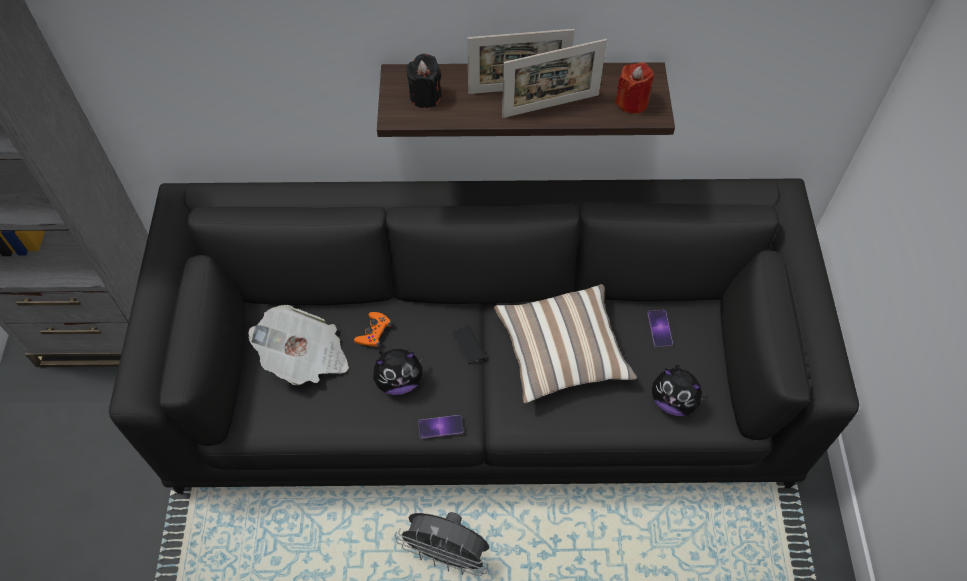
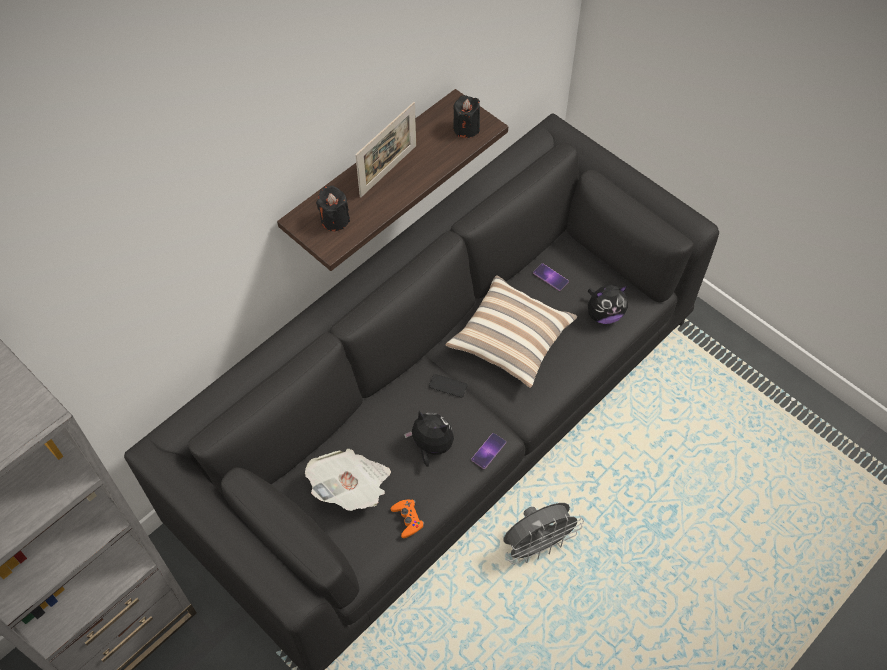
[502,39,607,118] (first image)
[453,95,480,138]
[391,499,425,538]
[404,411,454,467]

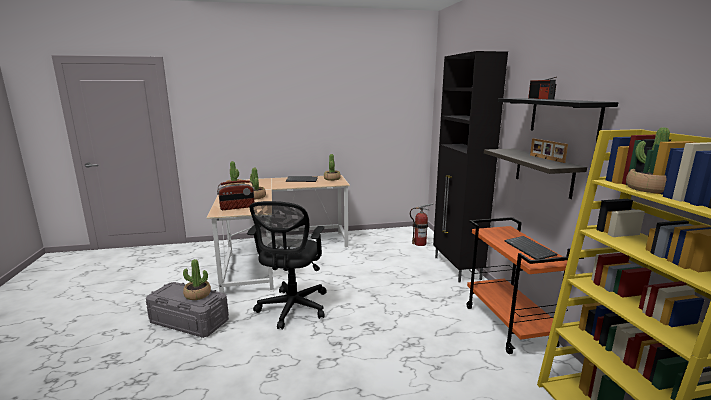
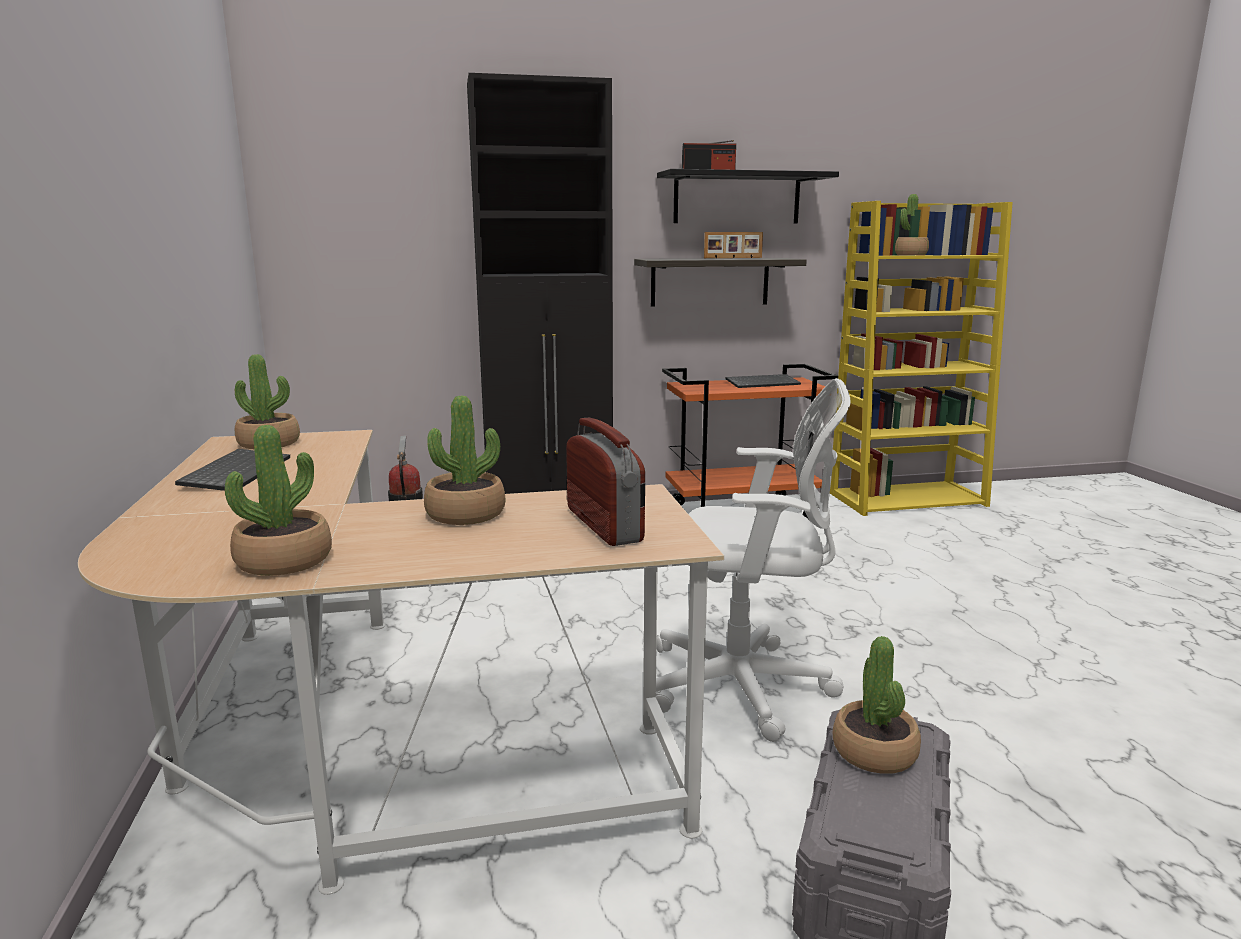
[656,378,851,742]

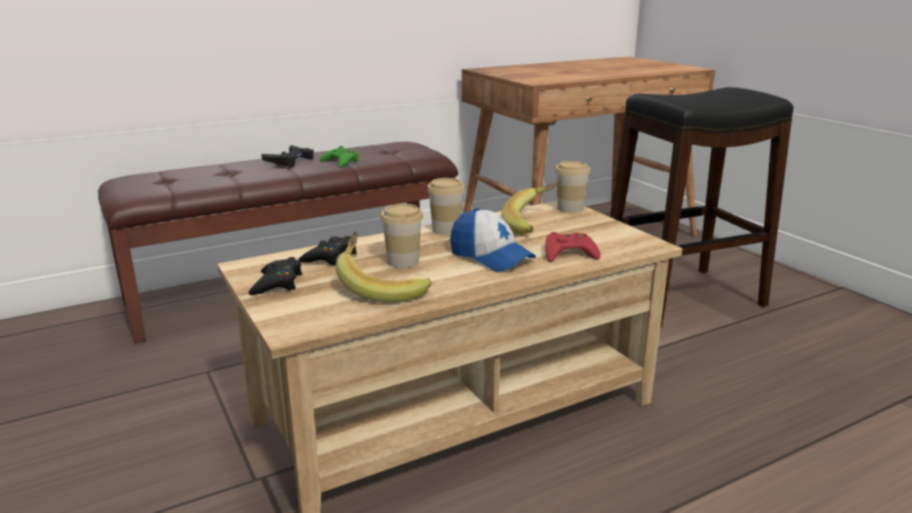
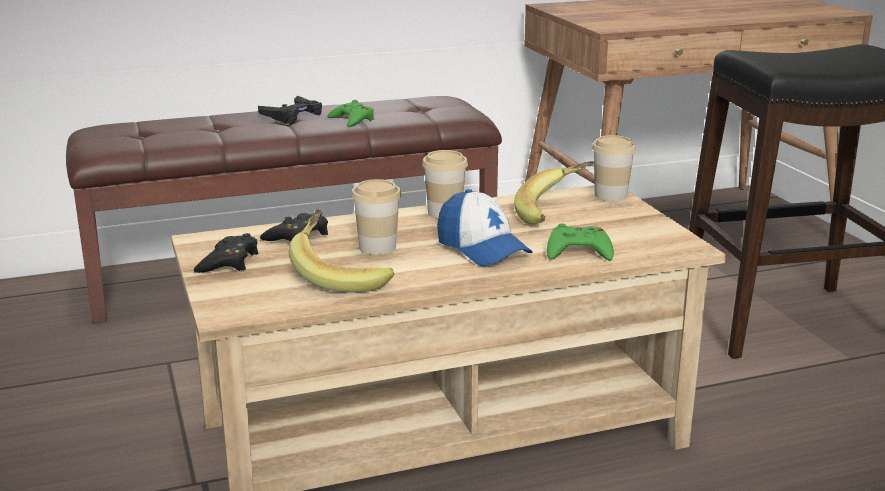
[547,223,614,261]

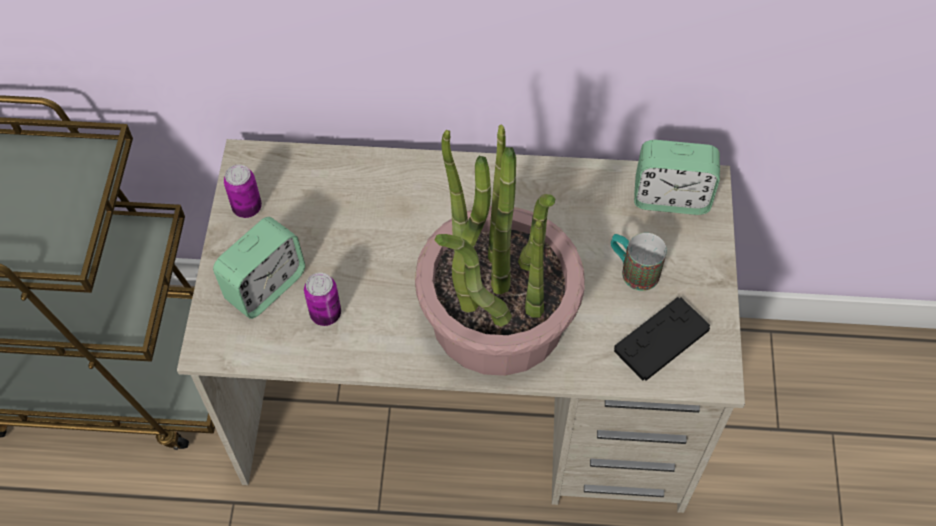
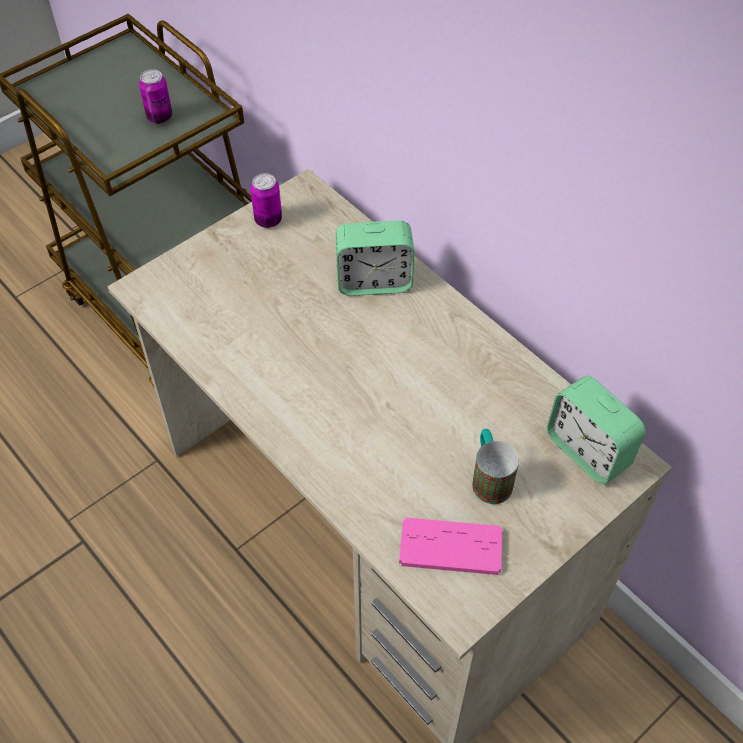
[415,125,585,376] (first image)
[335,220,414,296]
[139,69,172,124]
[399,518,502,575]

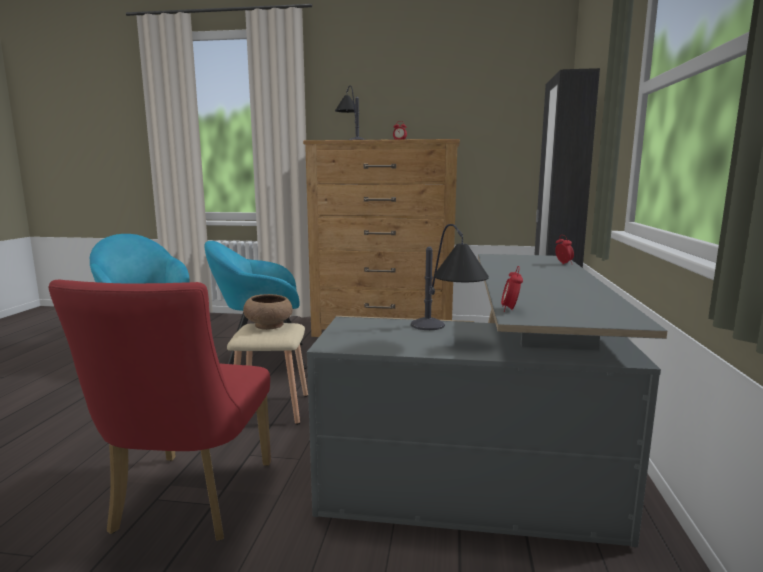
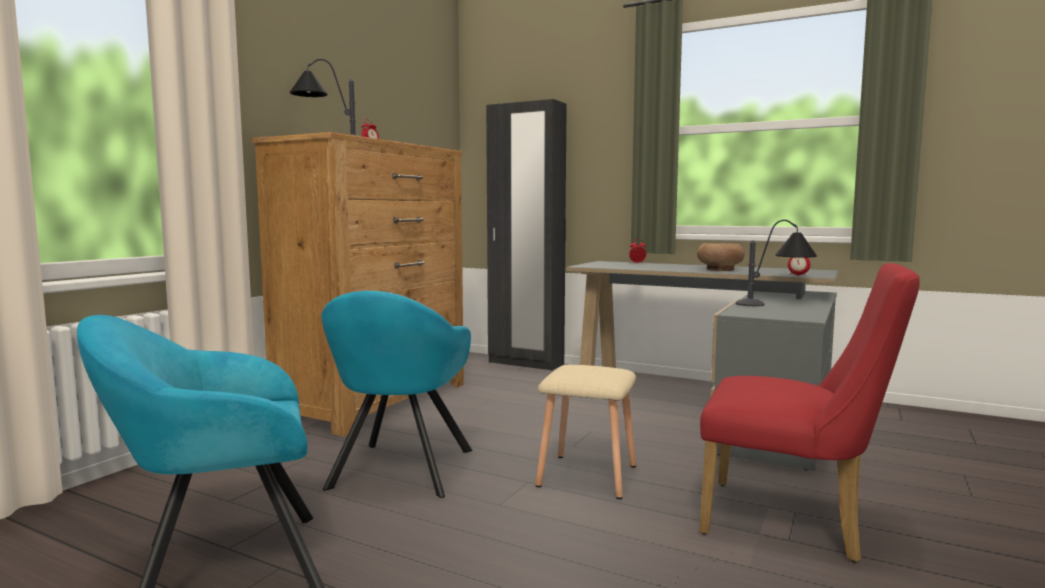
[697,243,745,271]

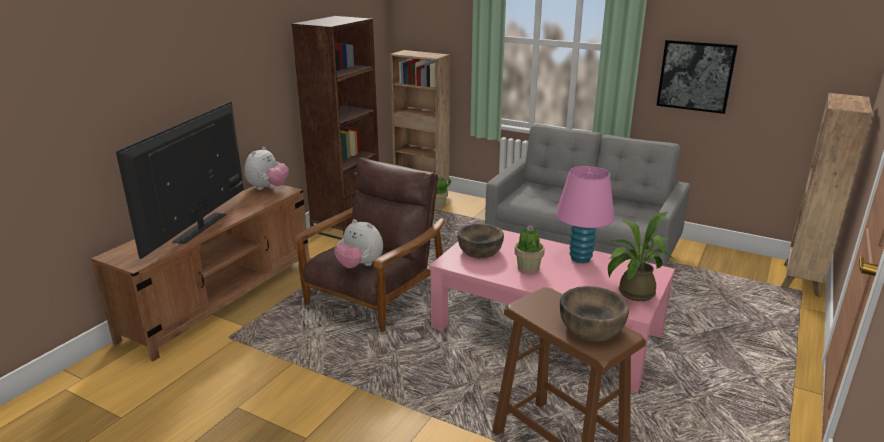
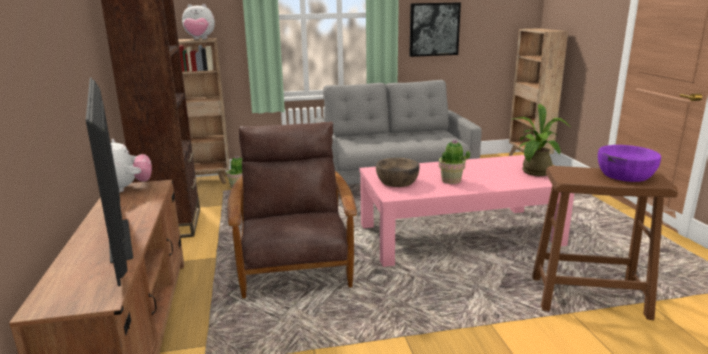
[556,166,615,263] (first image)
[182,4,215,39]
[598,145,661,182]

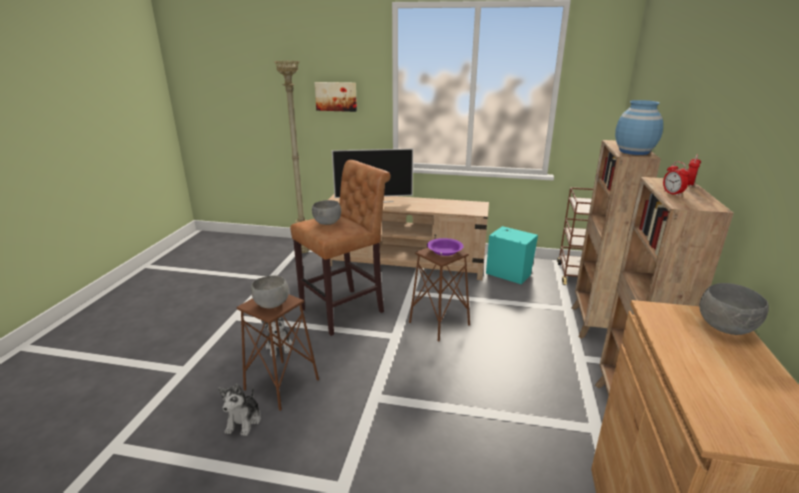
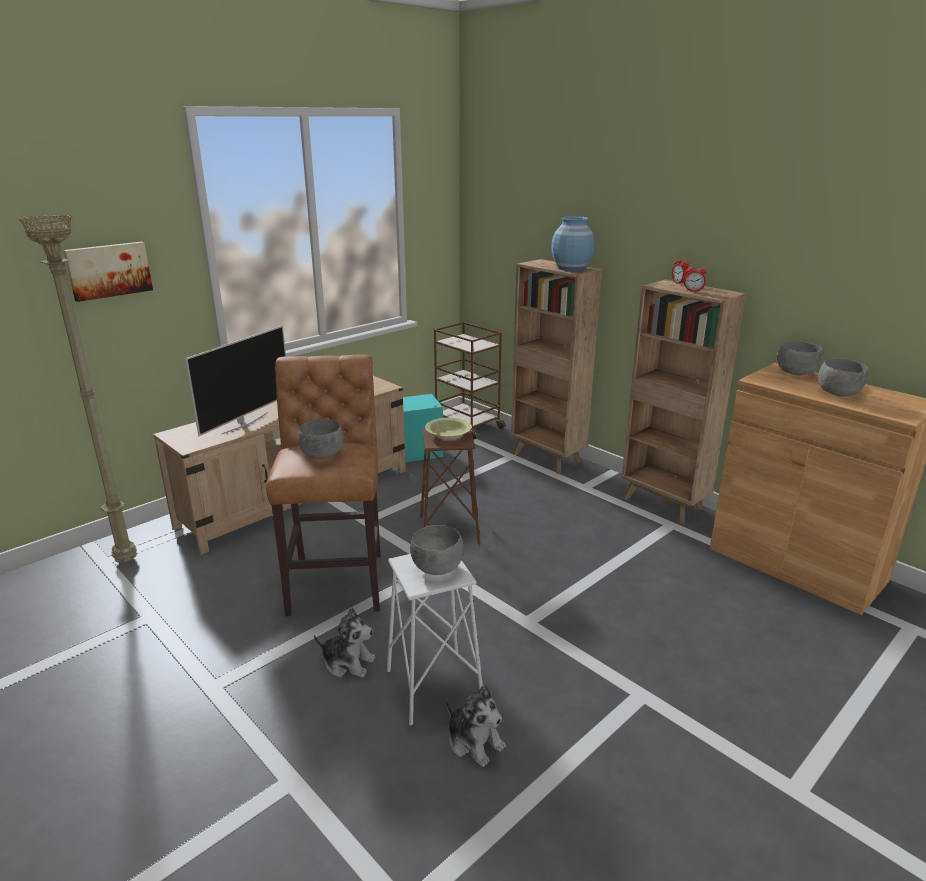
[425,418,472,440]
[387,554,483,726]
[818,358,869,397]

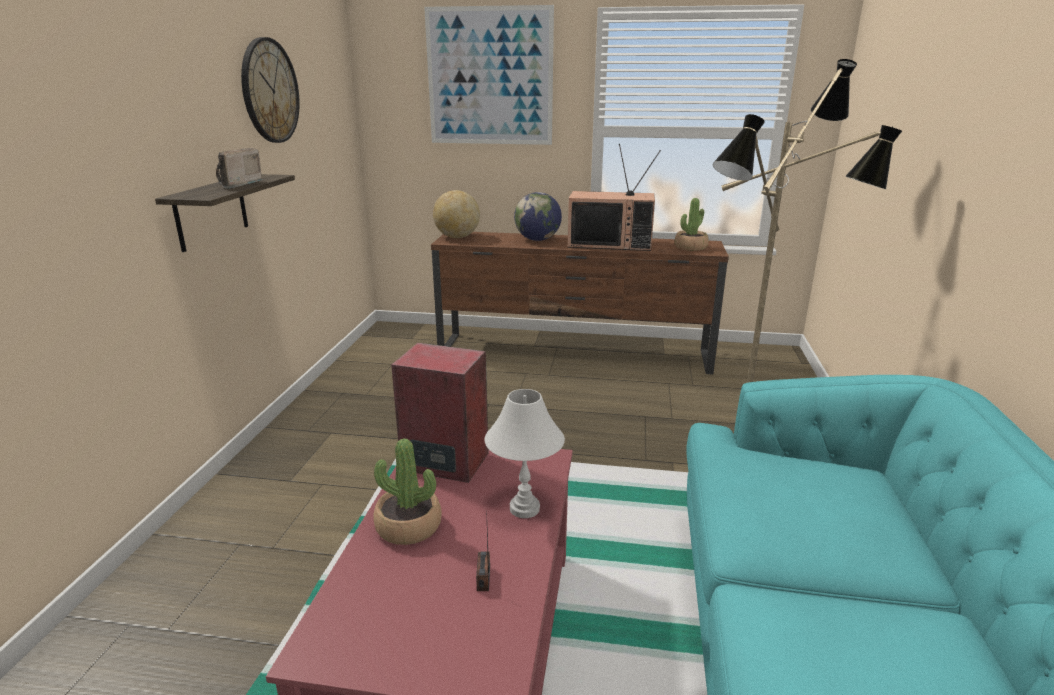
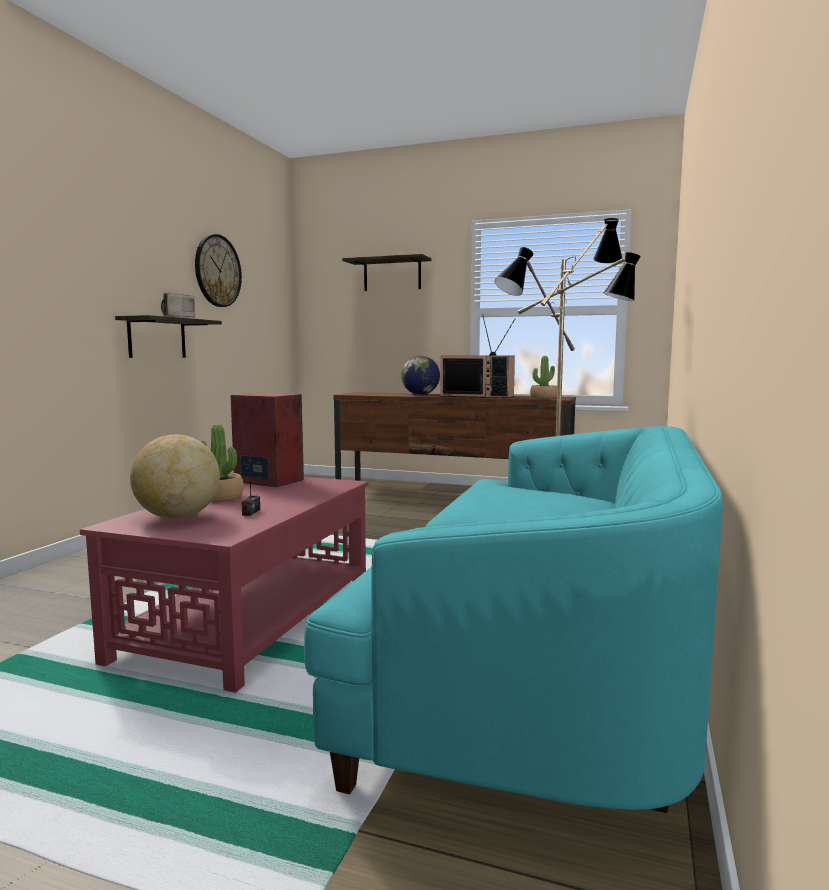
[342,254,432,291]
[130,435,220,519]
[485,389,565,518] (first image)

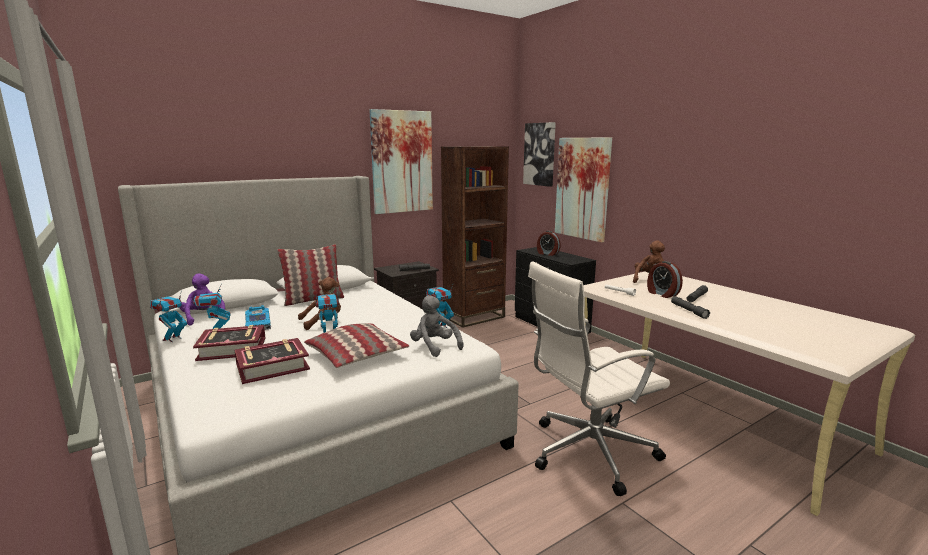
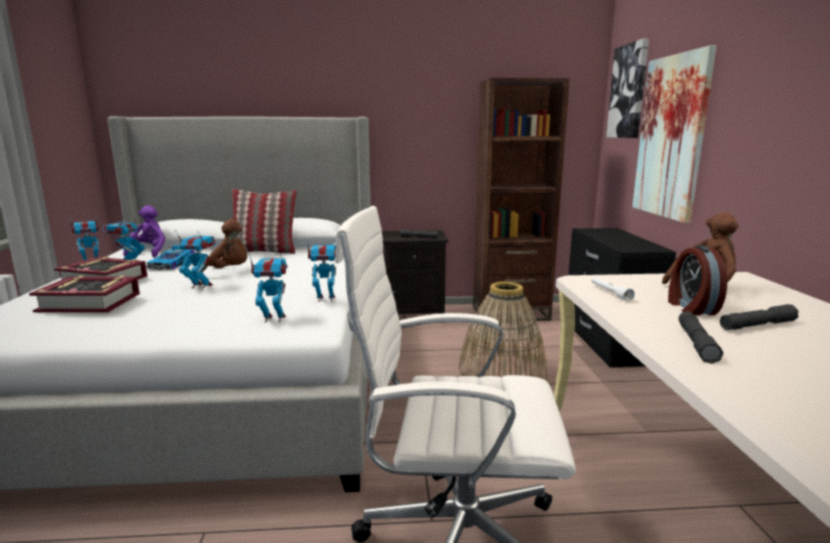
[370,109,433,214] (first image)
[537,231,561,256] (first image)
[249,253,288,323]
[304,323,409,368] (first image)
[459,282,547,380]

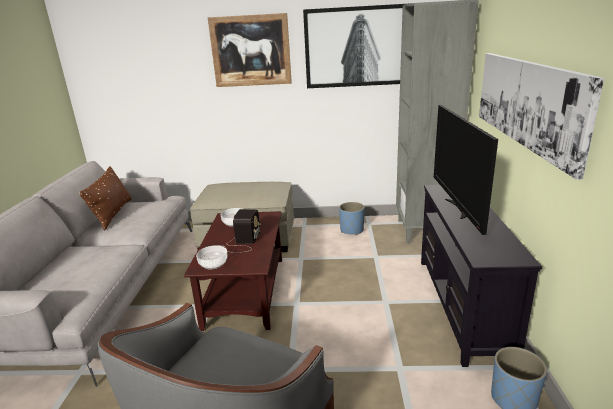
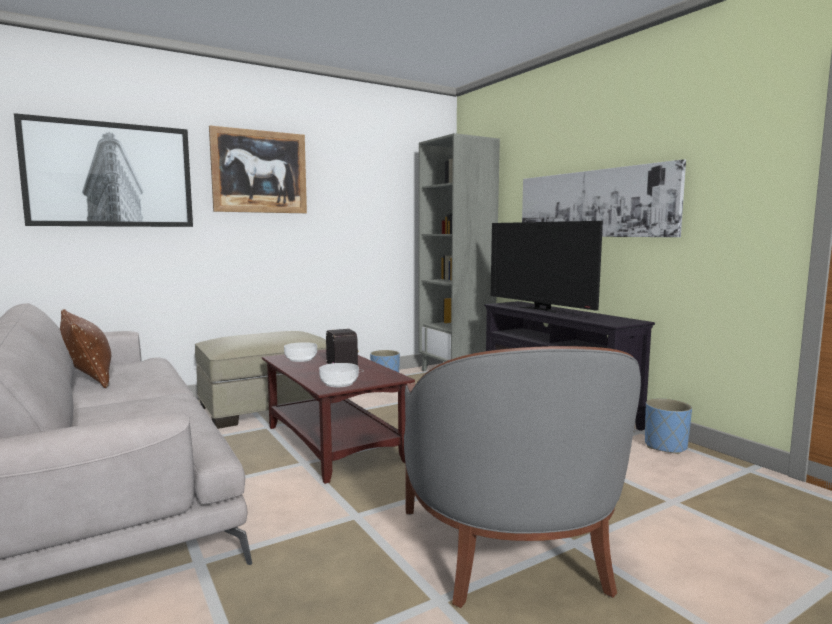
[14,113,193,227]

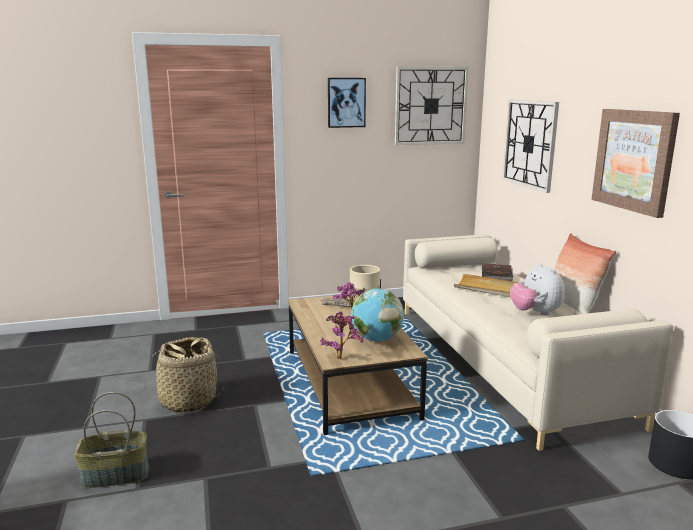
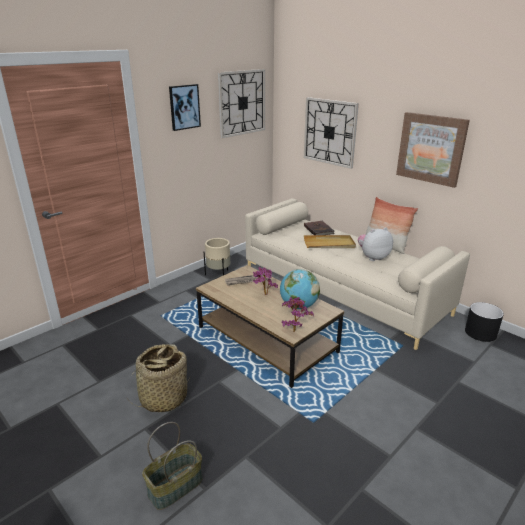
[358,227,393,261]

